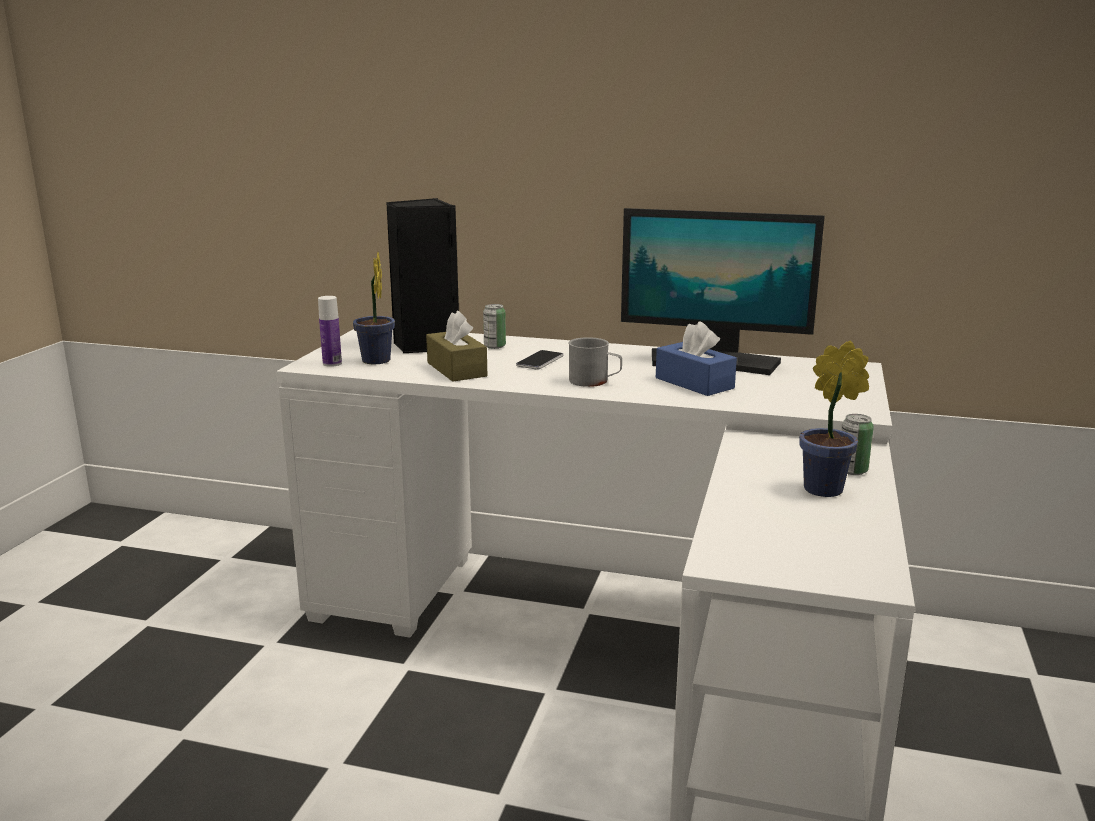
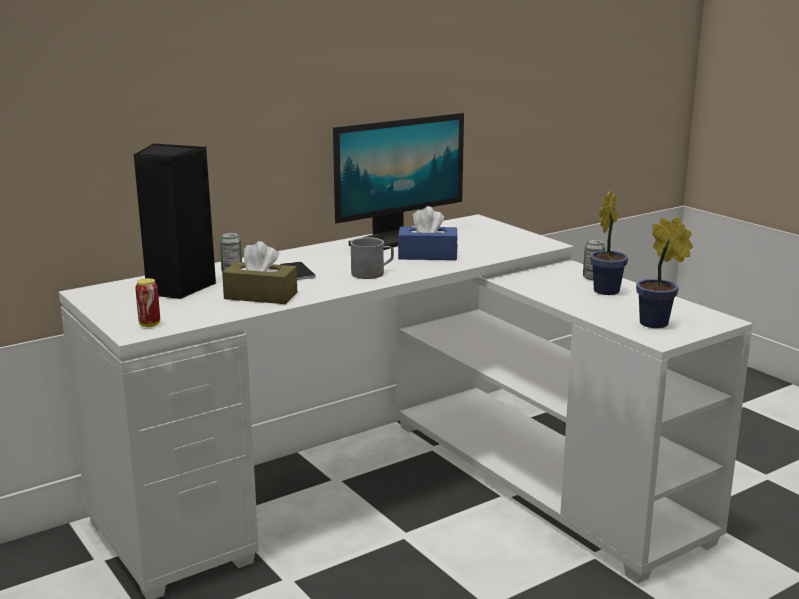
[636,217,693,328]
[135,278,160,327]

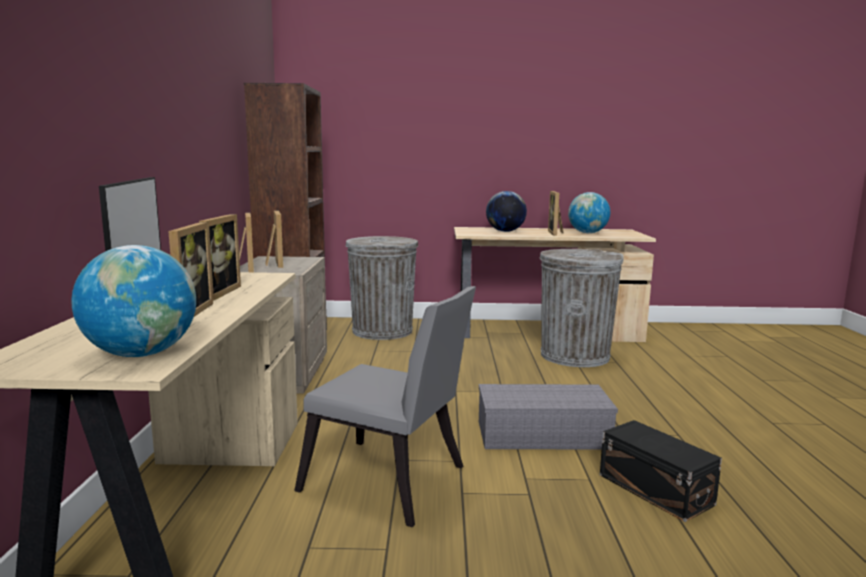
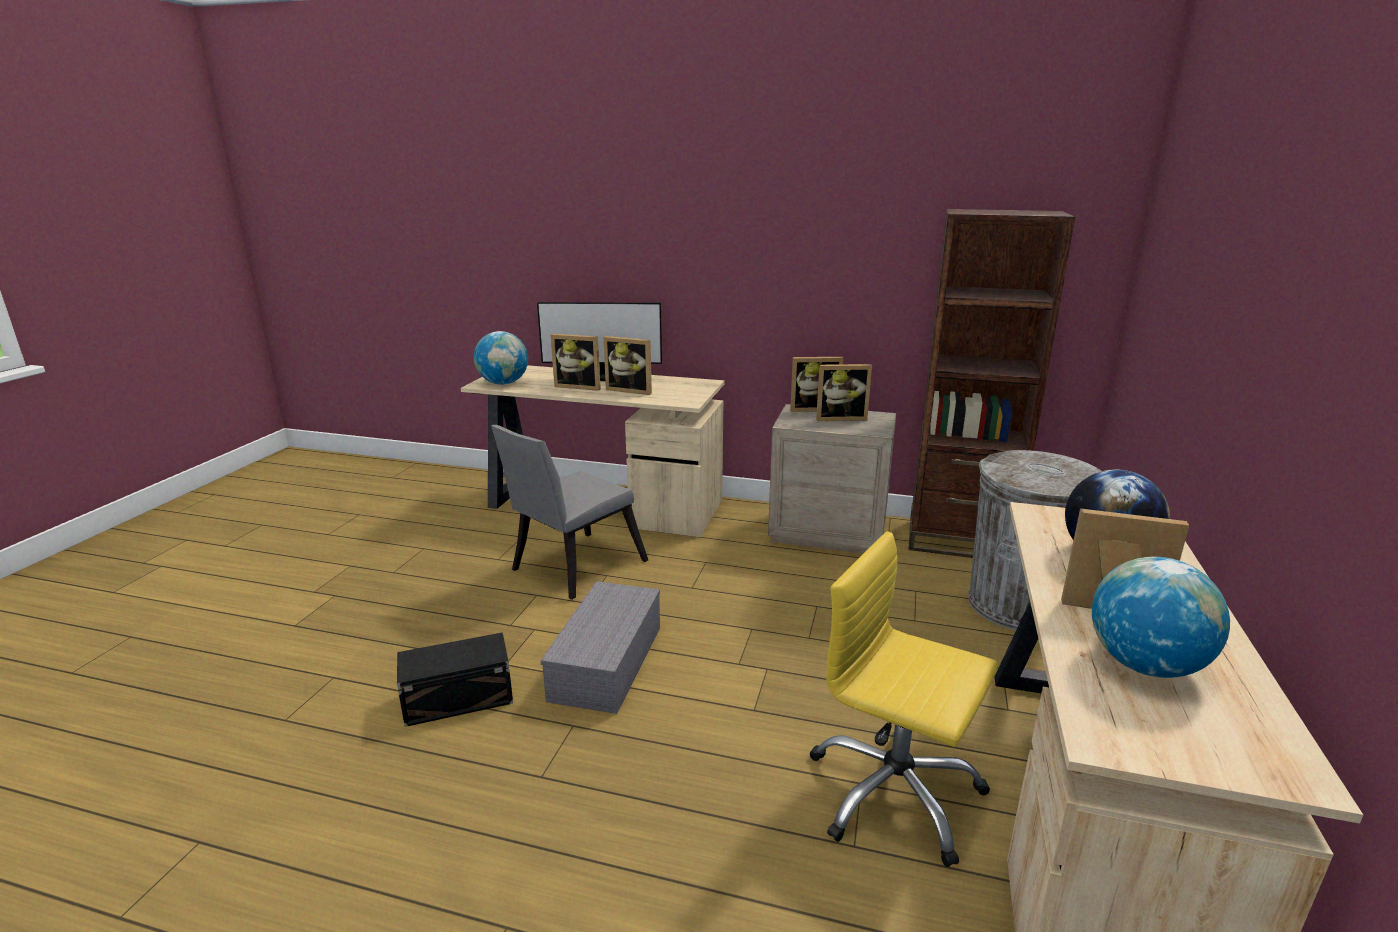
[810,531,998,867]

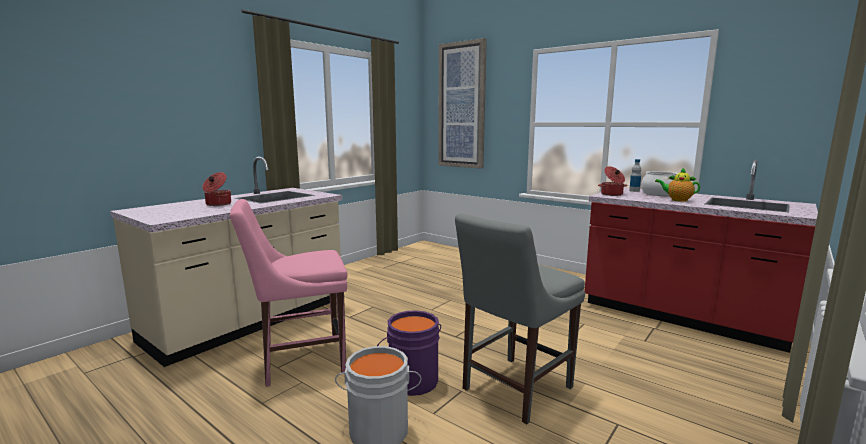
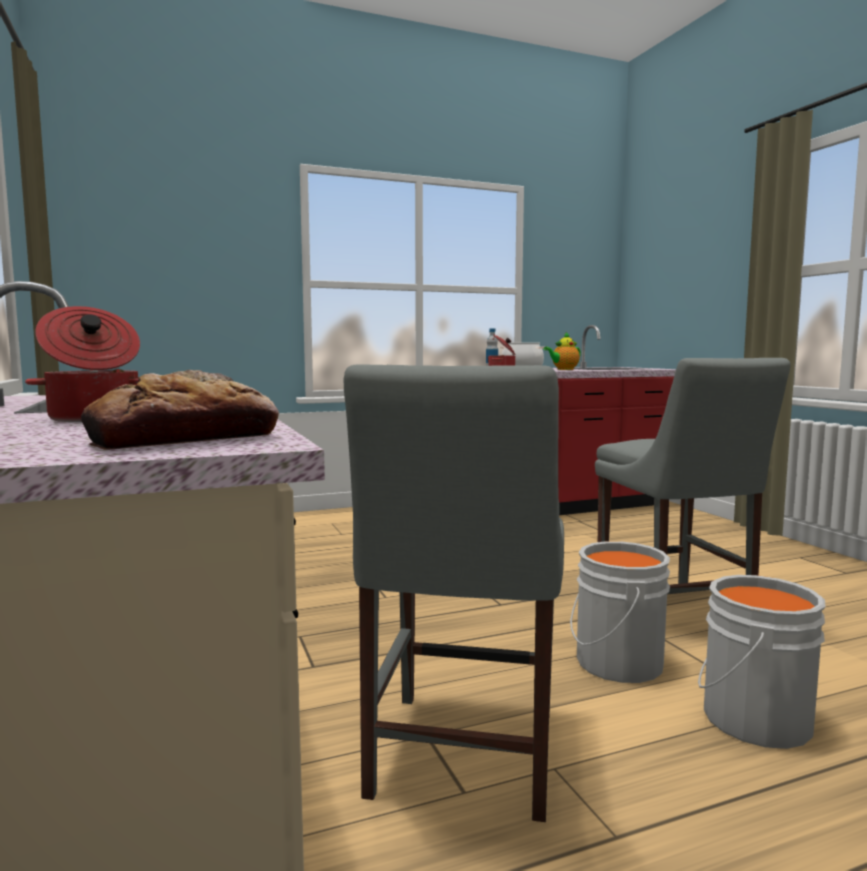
[438,38,487,169] (first image)
[344,364,564,822]
[570,541,670,683]
[81,370,279,450]

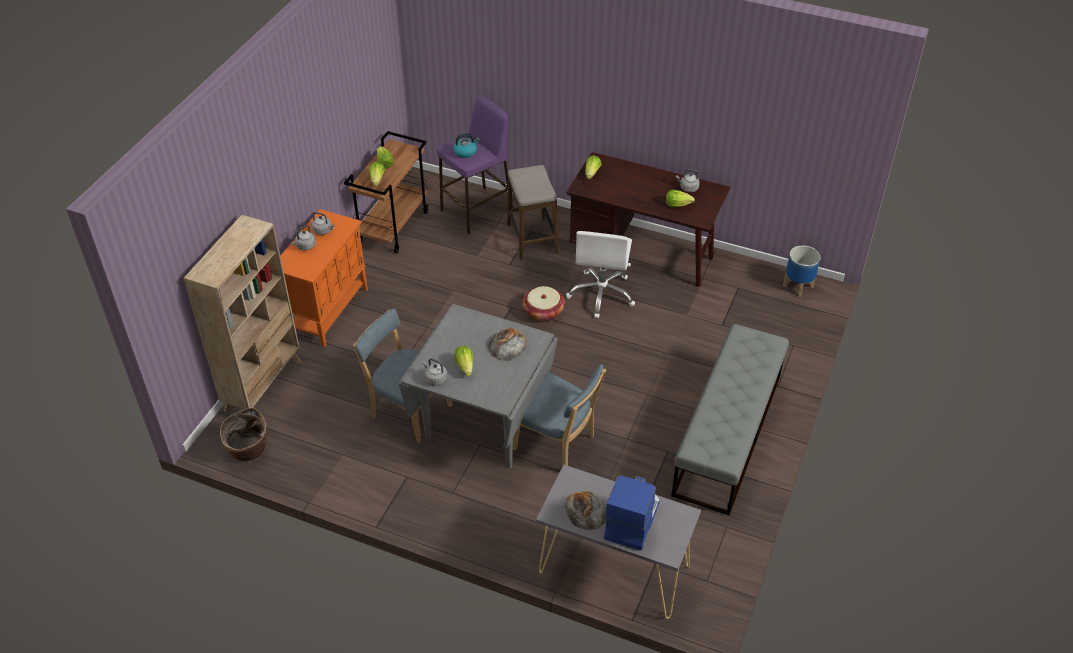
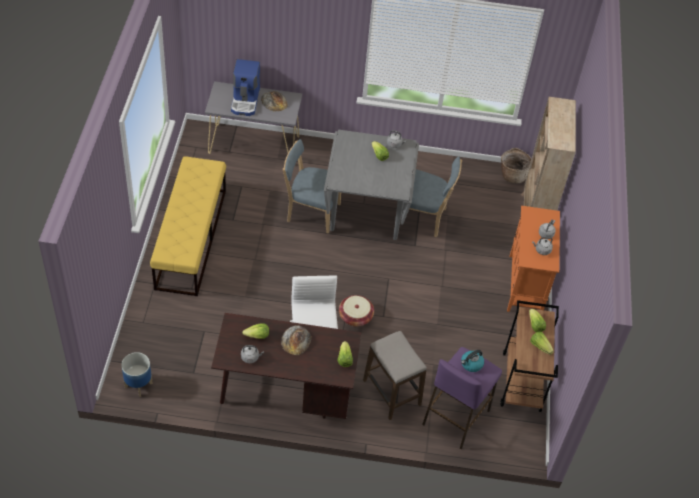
[150,156,226,296]
[281,325,311,355]

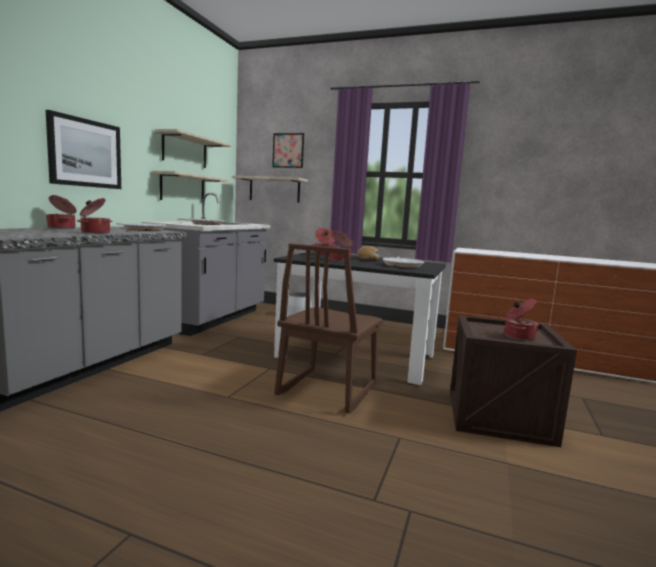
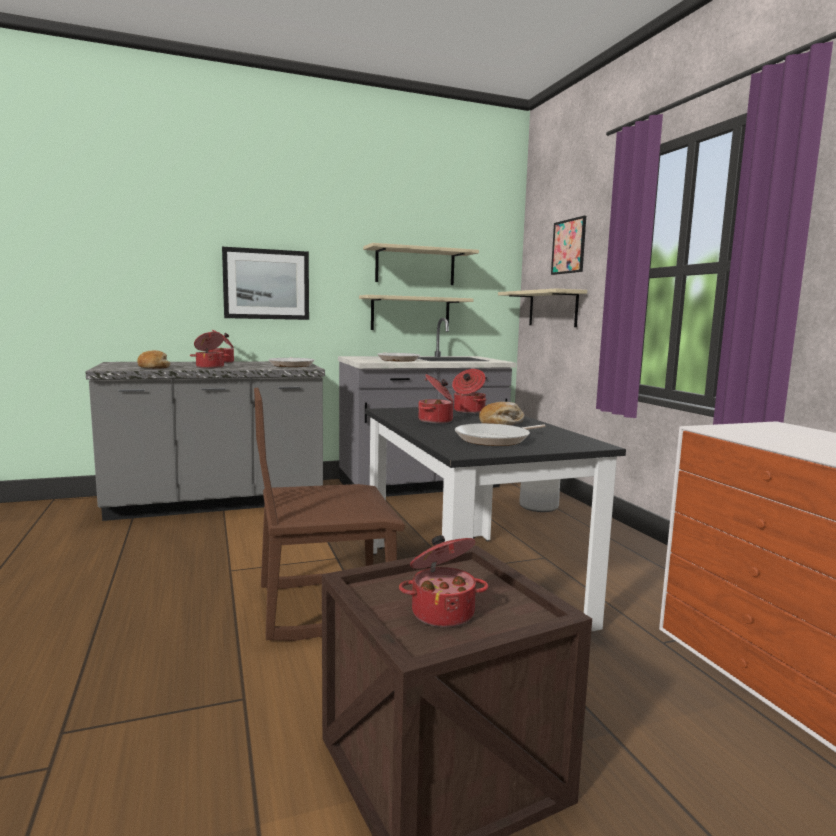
[137,350,171,369]

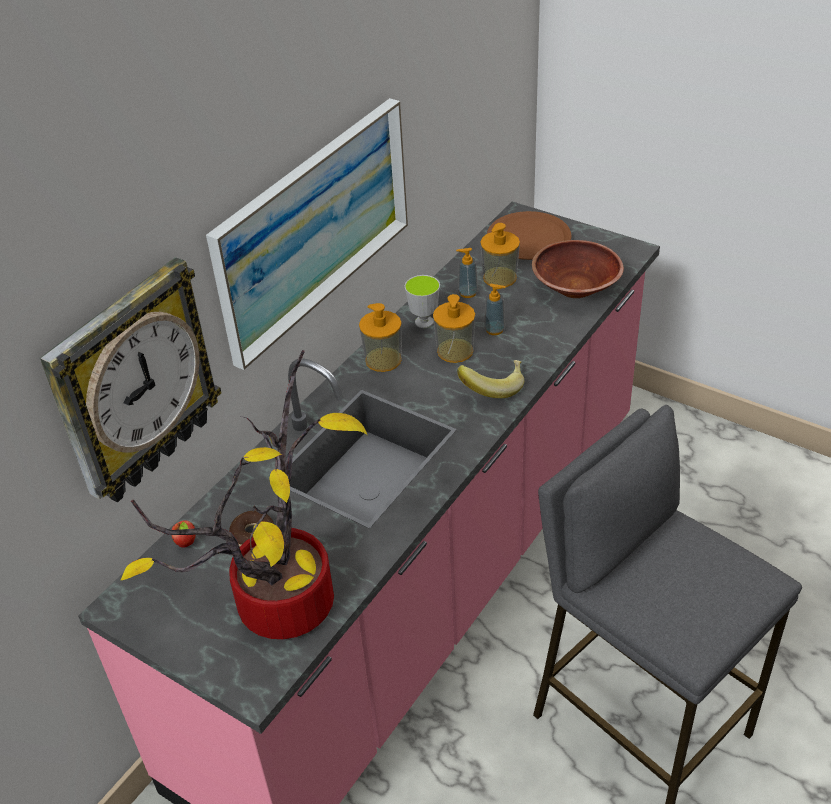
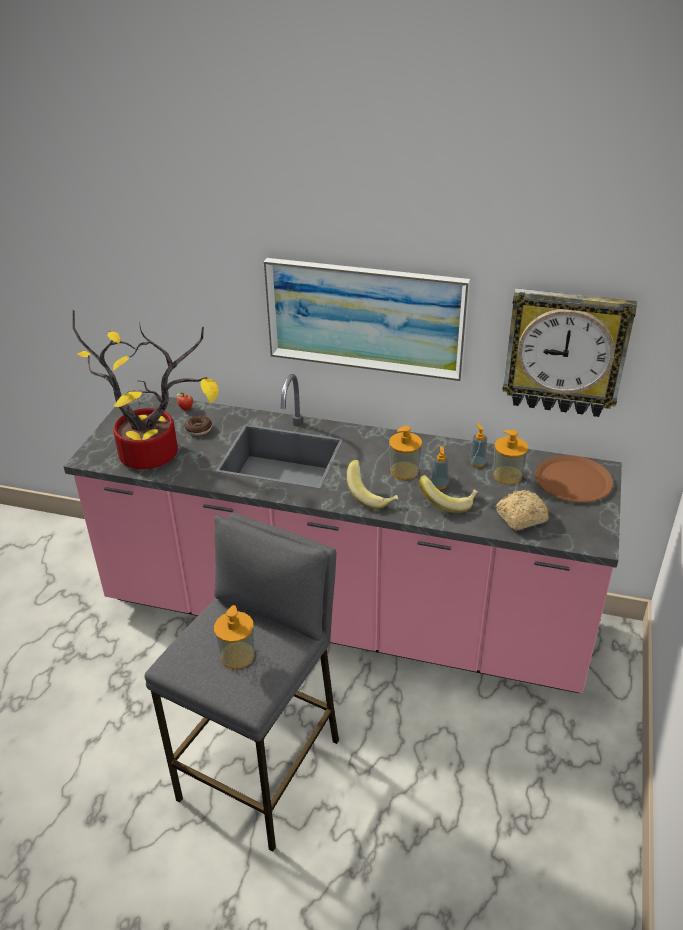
[496,490,549,531]
[502,288,637,417]
[405,275,440,328] (first image)
[214,605,254,669]
[419,475,479,513]

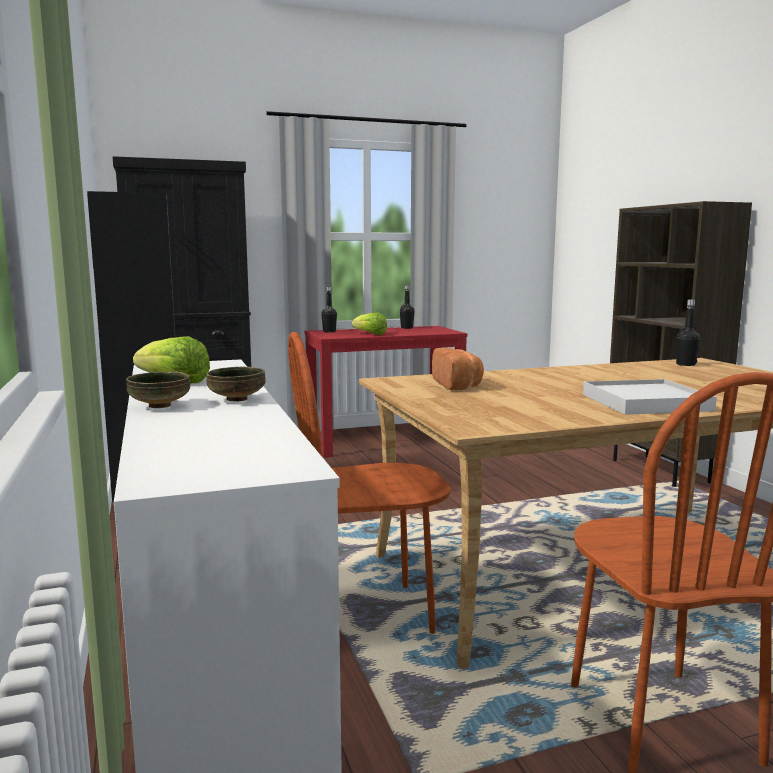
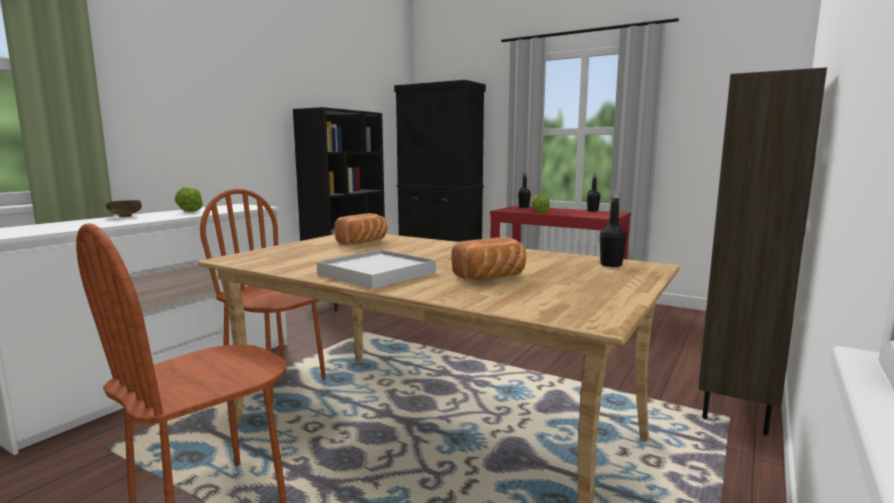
[206,367,266,402] (first image)
[451,237,526,280]

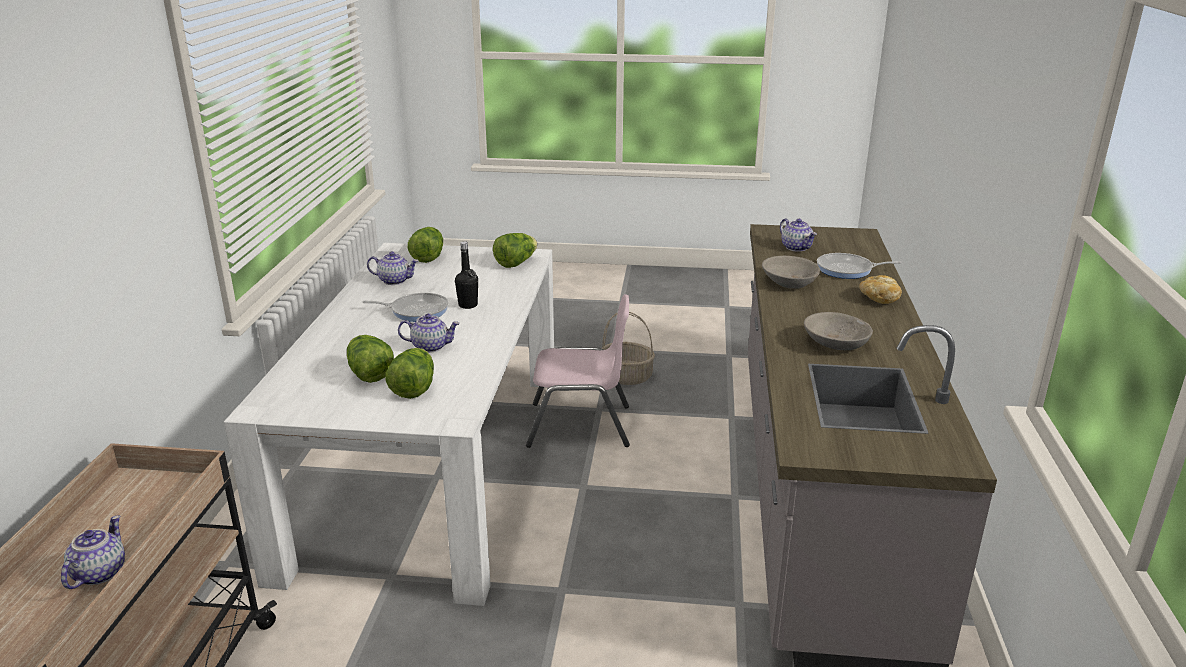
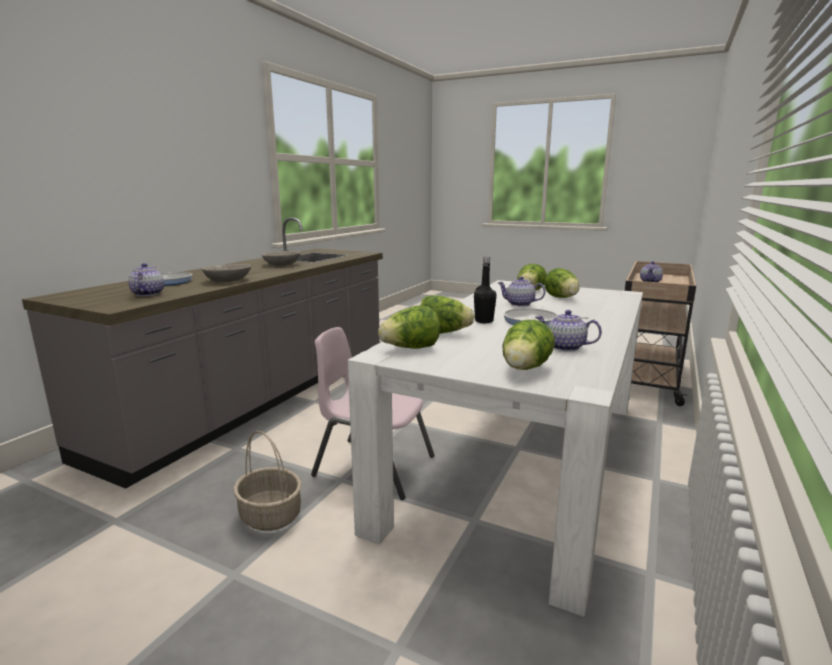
[859,275,902,304] (first image)
[420,295,475,334]

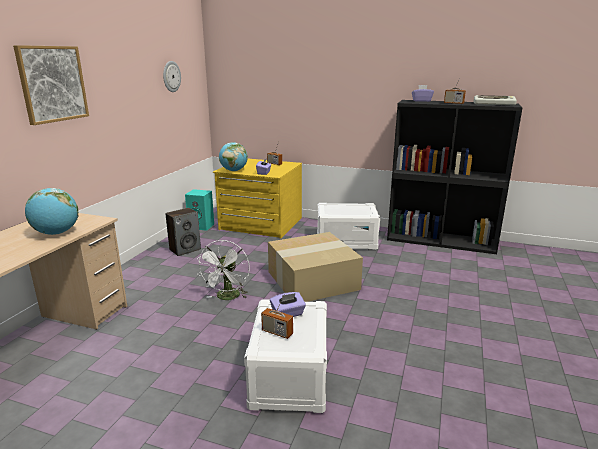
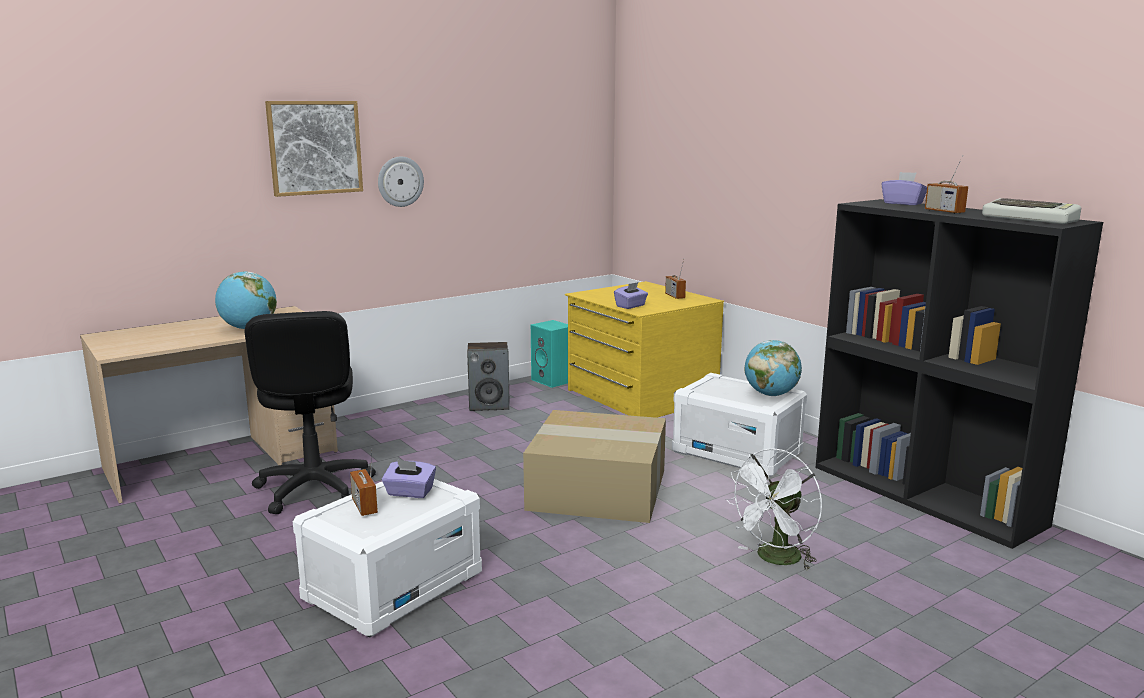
[378,157,424,207]
[744,340,802,396]
[726,448,822,570]
[245,311,376,514]

